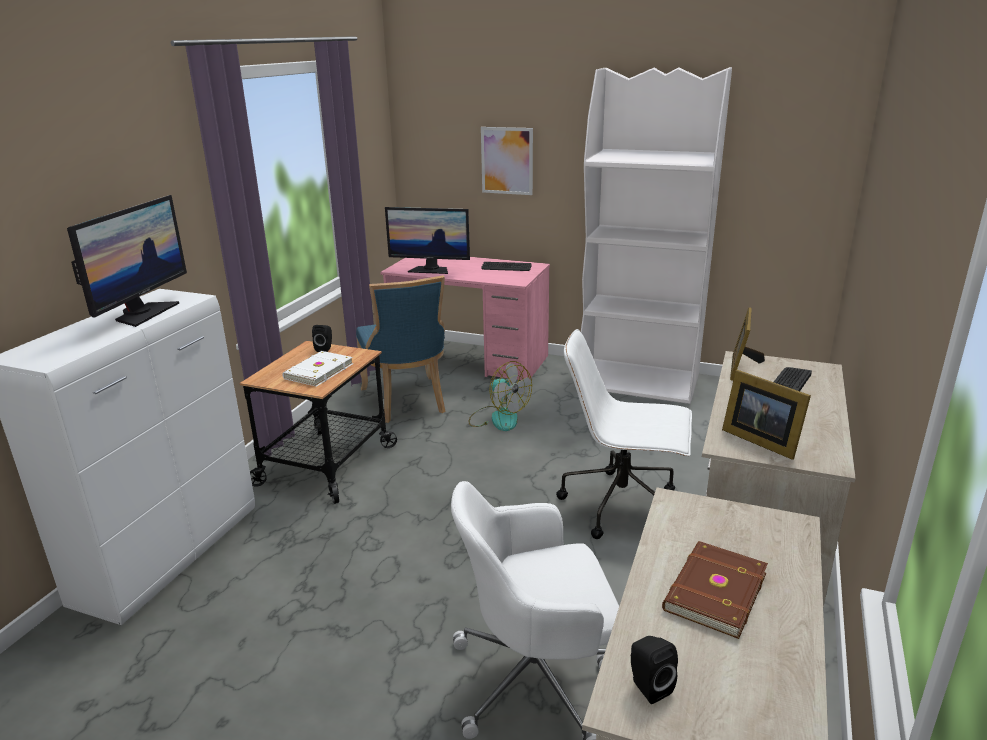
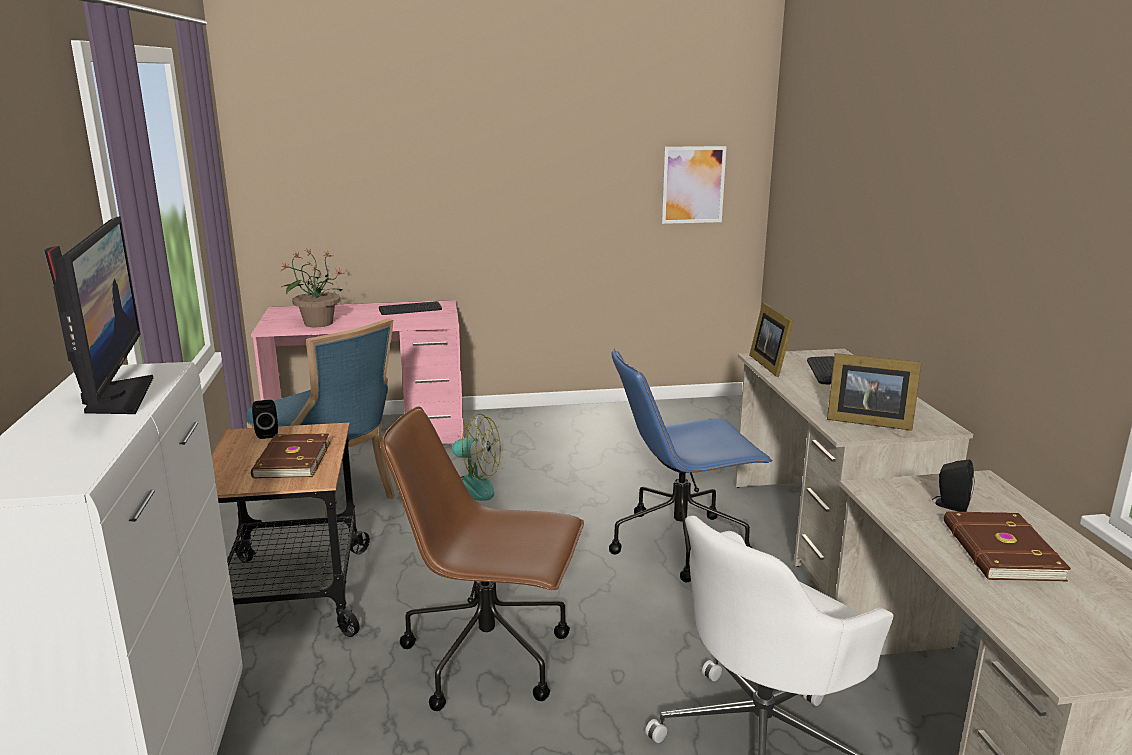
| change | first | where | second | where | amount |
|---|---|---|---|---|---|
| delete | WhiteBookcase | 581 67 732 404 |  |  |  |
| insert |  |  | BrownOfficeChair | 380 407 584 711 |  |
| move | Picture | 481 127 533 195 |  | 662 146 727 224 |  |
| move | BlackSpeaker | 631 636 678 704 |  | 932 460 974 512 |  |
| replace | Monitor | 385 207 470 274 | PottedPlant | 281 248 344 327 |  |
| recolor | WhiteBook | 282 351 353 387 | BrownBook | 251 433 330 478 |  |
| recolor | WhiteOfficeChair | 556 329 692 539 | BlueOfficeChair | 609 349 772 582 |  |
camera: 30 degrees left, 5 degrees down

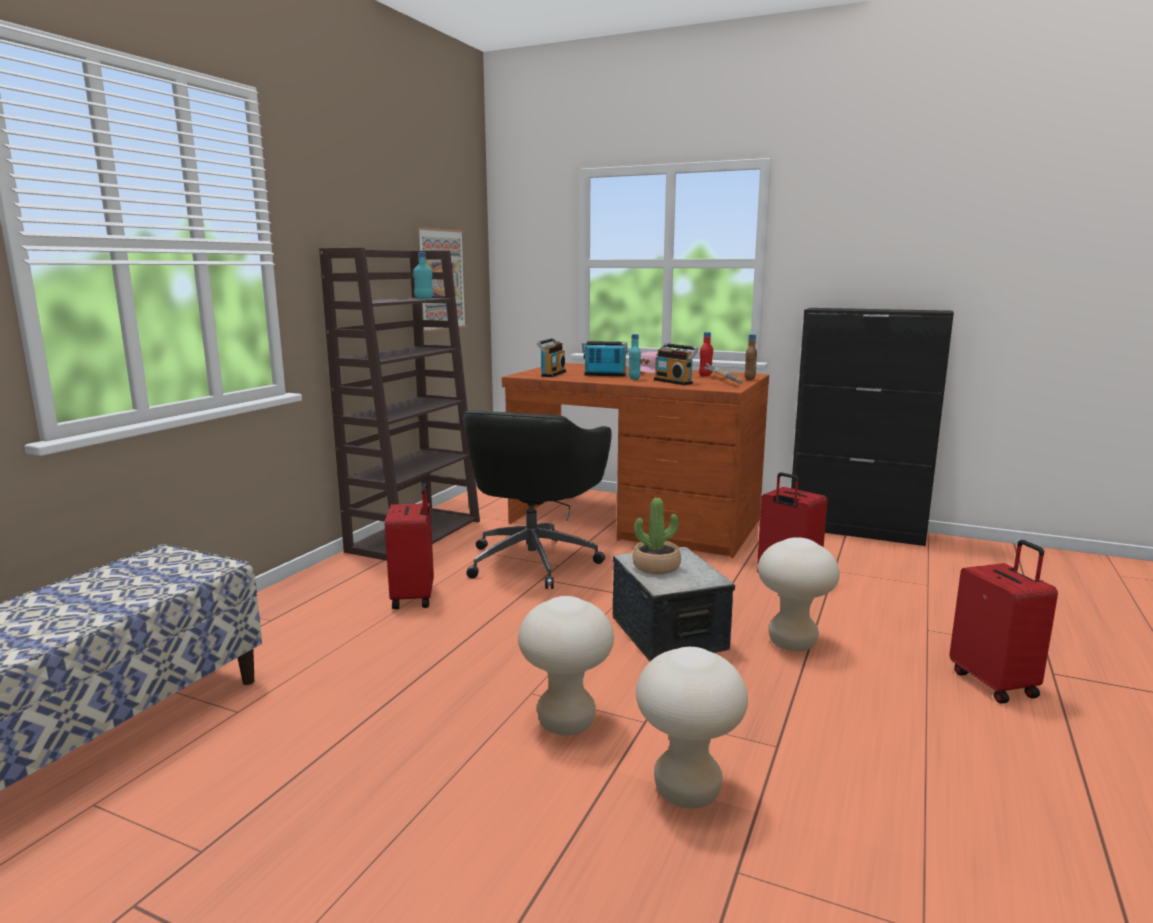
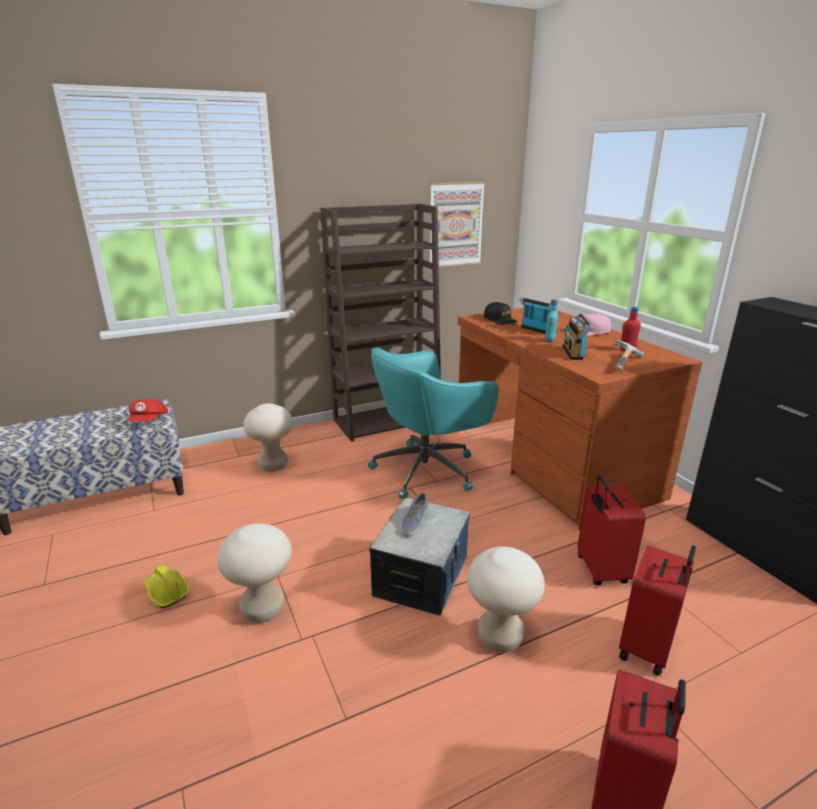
| change | first | where | second | where | amount |
|---|---|---|---|---|---|
| delete | TurquoiseBottle | 413 252 433 299 |  |  |  |
| delete | BrownBottle | 744 334 757 380 |  |  |  |
| insert |  |  | RedCap | 128 399 168 422 |  |
| insert |  |  | YellowHardHat | 143 565 190 608 |  |
| move | RedSuitcase | 385 483 434 609 |  | 619 545 696 676 |  |
| move | BeigeStool | 636 647 748 809 |  | 243 403 293 472 |  |
| replace | Radio | 537 338 566 377 | BlackCap | 484 302 518 325 |  |
| replace | PottedPlant | 633 498 681 574 | Shoe | 400 492 428 537 |  |
| recolor | BlackOfficeChair | 462 410 611 589 | TurquoiseOfficeChair | 368 347 499 500 |  |
camera: 40 degrees right, 10 degrees up

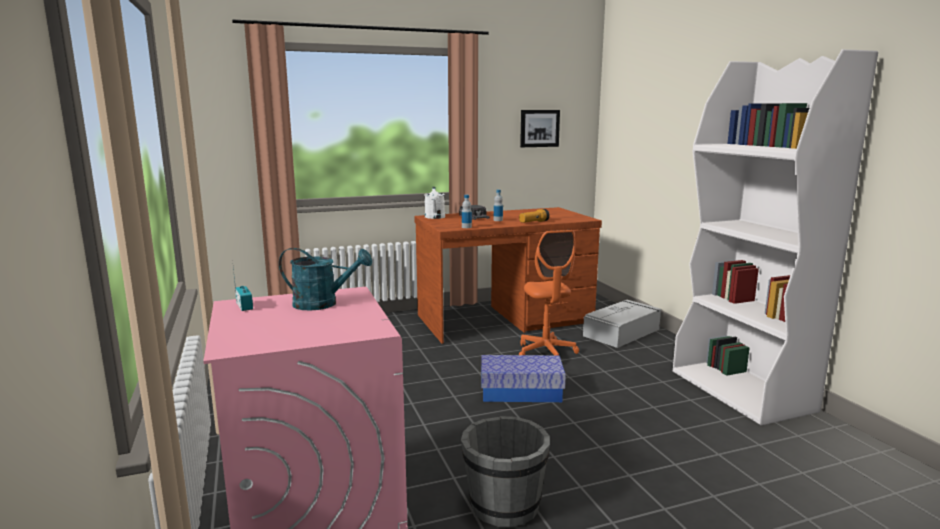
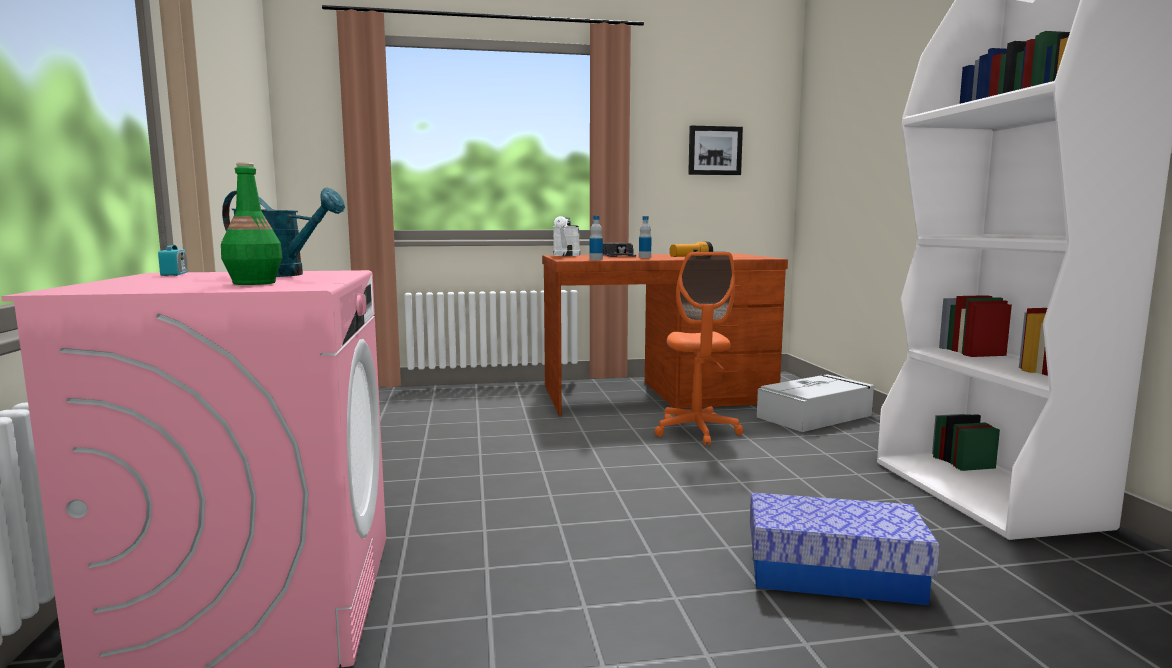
| change | first | where | second | where | amount |
|---|---|---|---|---|---|
| delete | GreyBucket | 461 416 550 527 |  |  |  |
| insert |  |  | GreenBottle | 221 162 283 285 |  |
| move | StorageBox | 481 355 566 402 |  | 750 492 940 605 |  |
camera: 10 degrees right, 5 degrees down

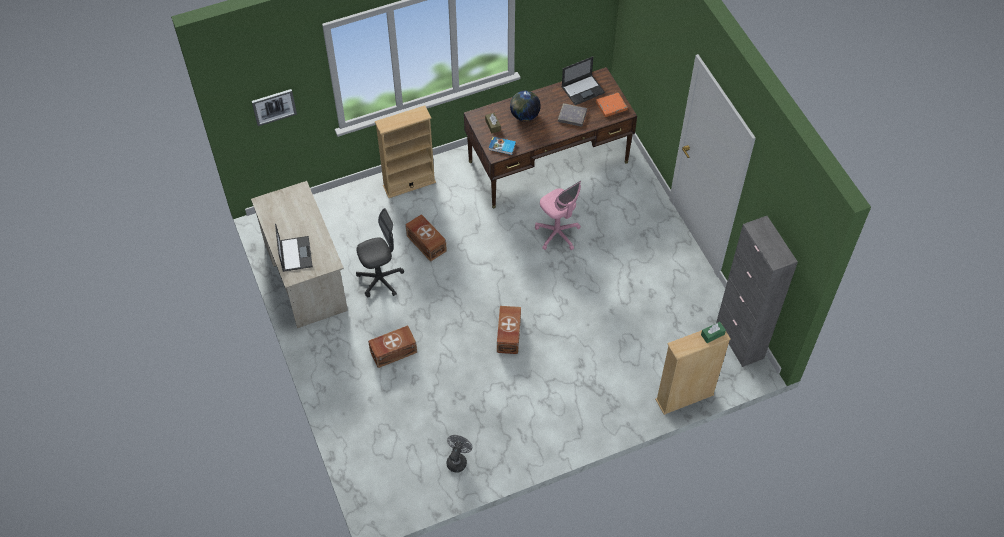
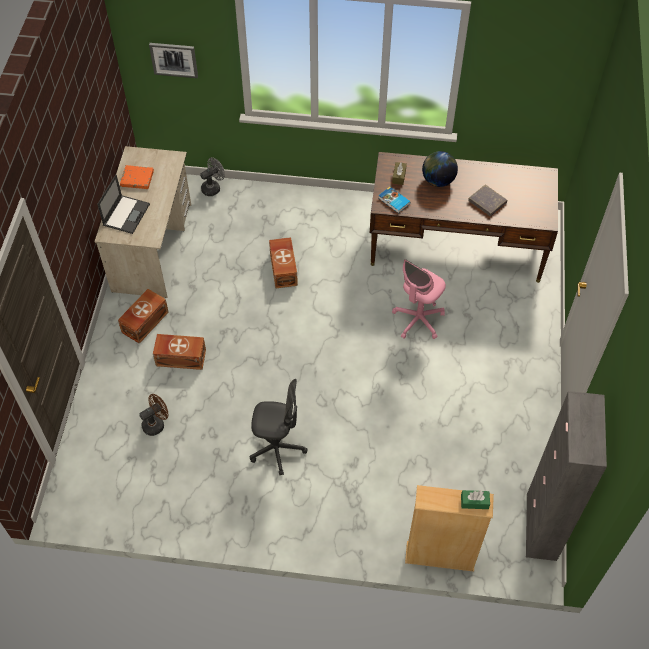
| change | first | where | second | where | amount |
|---|---|---|---|---|---|
| delete | BeigeBookcase | 375 105 436 198 |  |  |  |
| delete | Laptop | 562 56 605 105 |  |  |  |
| insert |  |  | BrownFan | 139 394 168 436 |  |
| move | GreyOfficeChair | 356 208 404 297 |  | 250 379 308 475 |  |
| move | GreyFan | 446 435 472 473 |  | 200 157 225 196 |  |
| move | BrownStorageBox | 497 306 521 354 |  | 118 289 169 344 |  |
| move | OrangeBook | 596 93 628 117 |  | 120 165 154 189 |  |
| rotate | PinkOfficeChair | 535 181 581 250 |  | 392 259 446 339 | 45 degrees clockwise |
camera: 30 degrees right, 0 degrees up

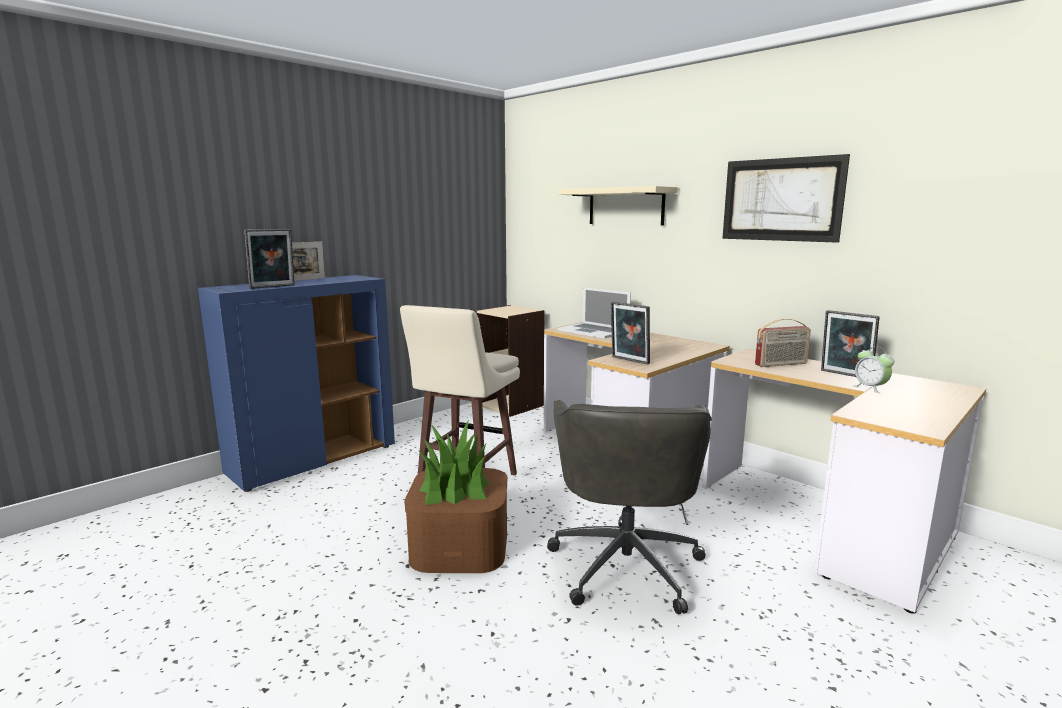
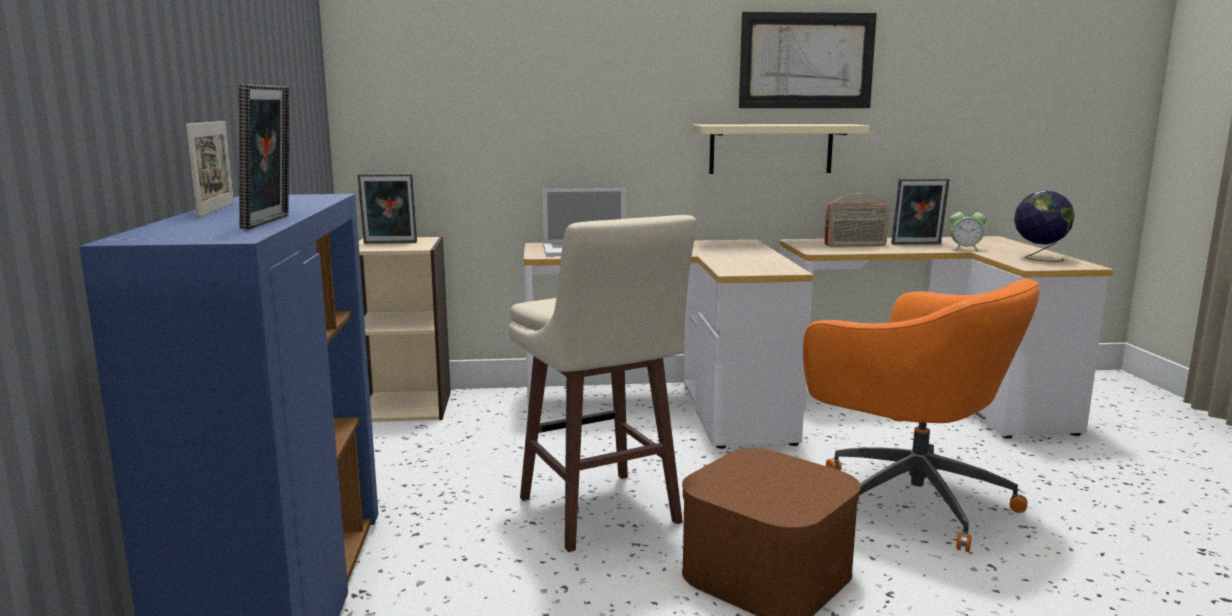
| change | first | where | second | where | amount |
|---|---|---|---|---|---|
| delete | PottedPlant | 419 420 489 505 |  |  |  |
| insert |  |  | Globe | 1014 190 1075 262 |  |
| move | BeigeShelf | 558 186 678 225 |  | 692 124 870 174 |  |
| move | PictureFrame | 611 302 650 364 |  | 358 174 417 244 |  |
| recolor | GreyOfficeChair | 547 400 712 614 | OrangeOfficeChair | 803 278 1040 552 |  |
| rotate | Radio | 755 319 811 367 |  | 824 194 889 247 | 60 degrees clockwise |
camera: 50 degrees left, 0 degrees up

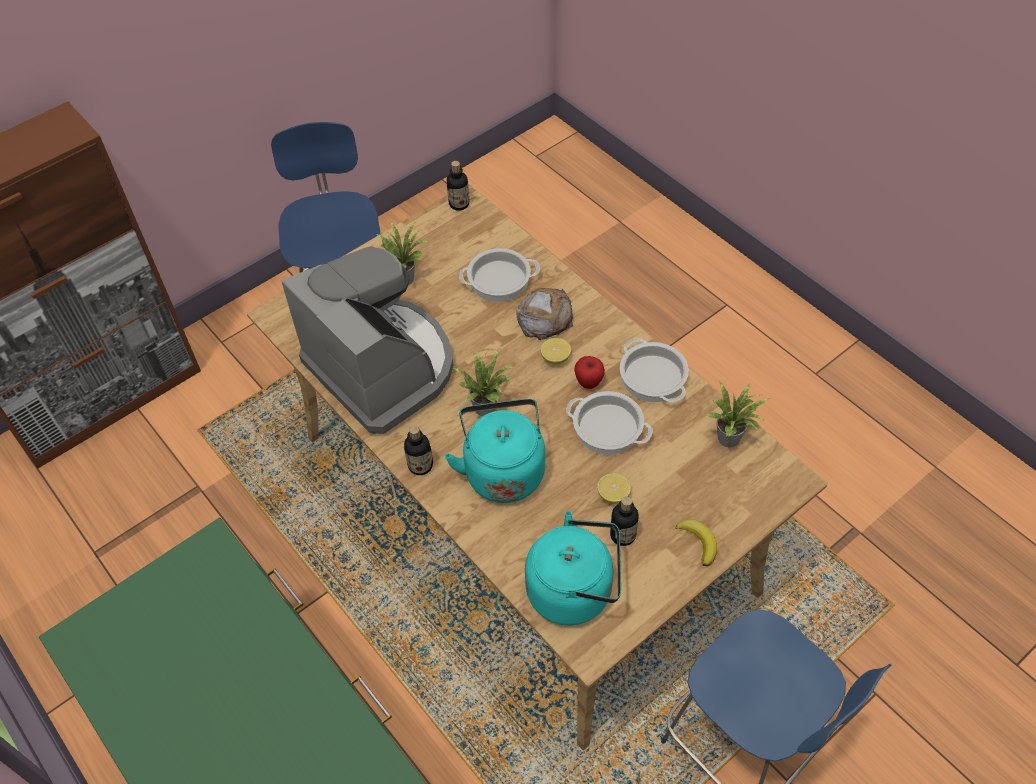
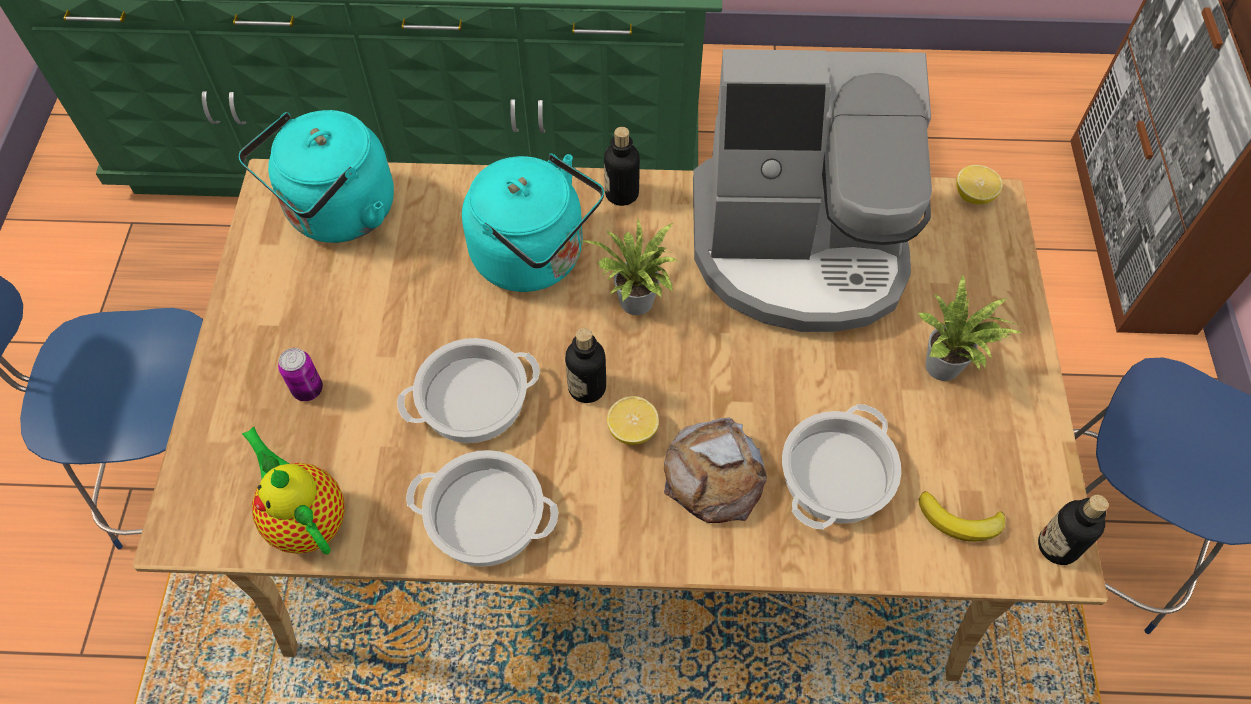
| change | first | where | second | where | amount |
|---|---|---|---|---|---|
| delete | Apple | 574 356 605 389 |  |  |  |
| insert |  |  | Can | 278 348 323 401 |  |
| move | Lemon | 597 473 631 504 |  | 956 165 1003 204 |  |
| move | Bottle | 610 496 639 546 |  | 565 328 606 403 |  |
| move | Banana | 675 519 717 566 |  | 918 491 1005 542 |  |
| replace | PottedPlant | 707 382 771 447 | Teapot | 242 427 345 555 |  |
camera: 130 degrees right, 5 degrees up

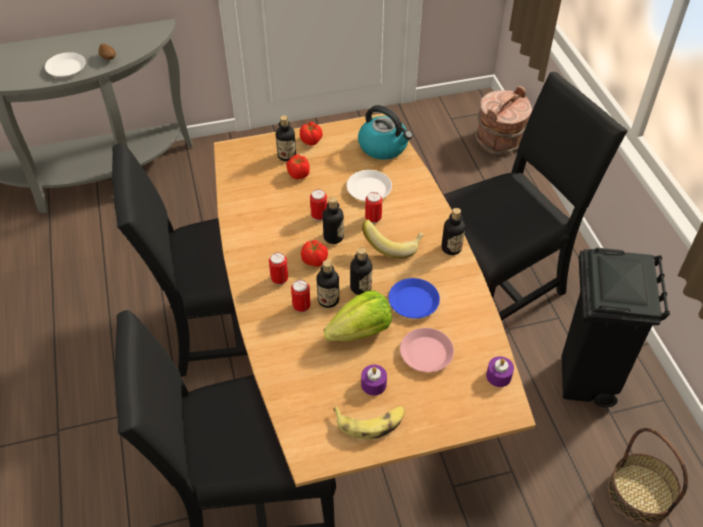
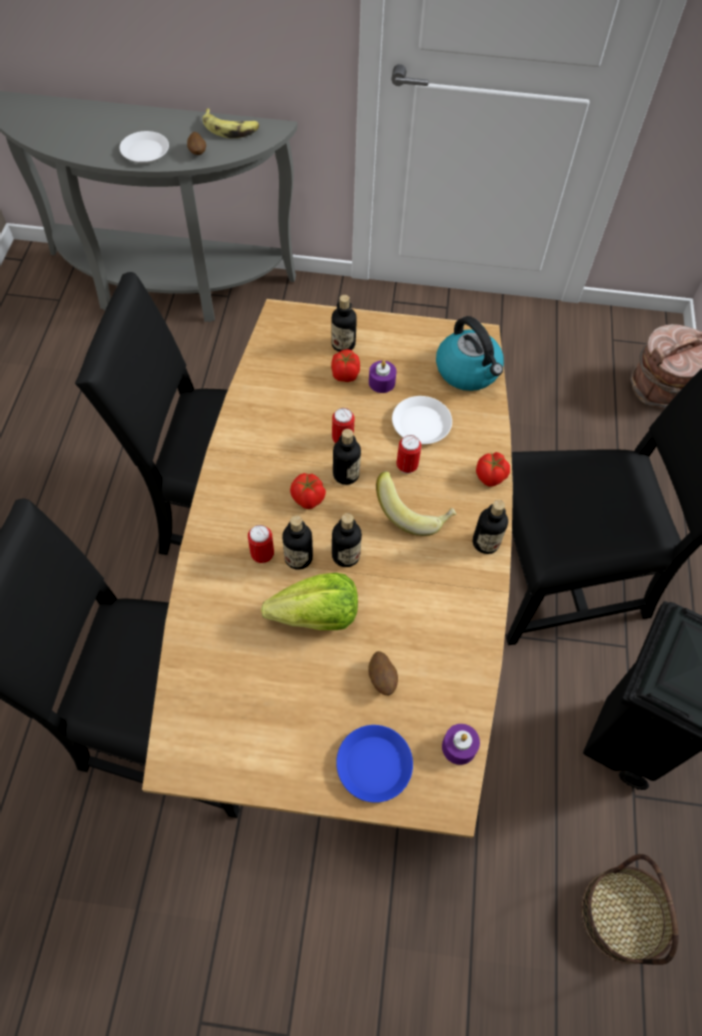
| change | first | where | second | where | amount |
|---|---|---|---|---|---|
| delete | Can | 269 253 288 285 |  |  |  |
| move | Tomato | 300 122 323 146 |  | 476 452 510 487 |  |
| move | Banana | 333 406 405 439 |  | 202 108 259 139 |  |
| move | PurpleCandle | 361 365 387 396 |  | 369 360 396 393 |  |
| move | BluePlate | 388 278 440 319 |  | 336 725 413 803 |  |
| replace | PinkPlate | 400 328 454 373 | Potato | 368 651 398 695 |  |
camera: 20 degrees right, 10 degrees up

